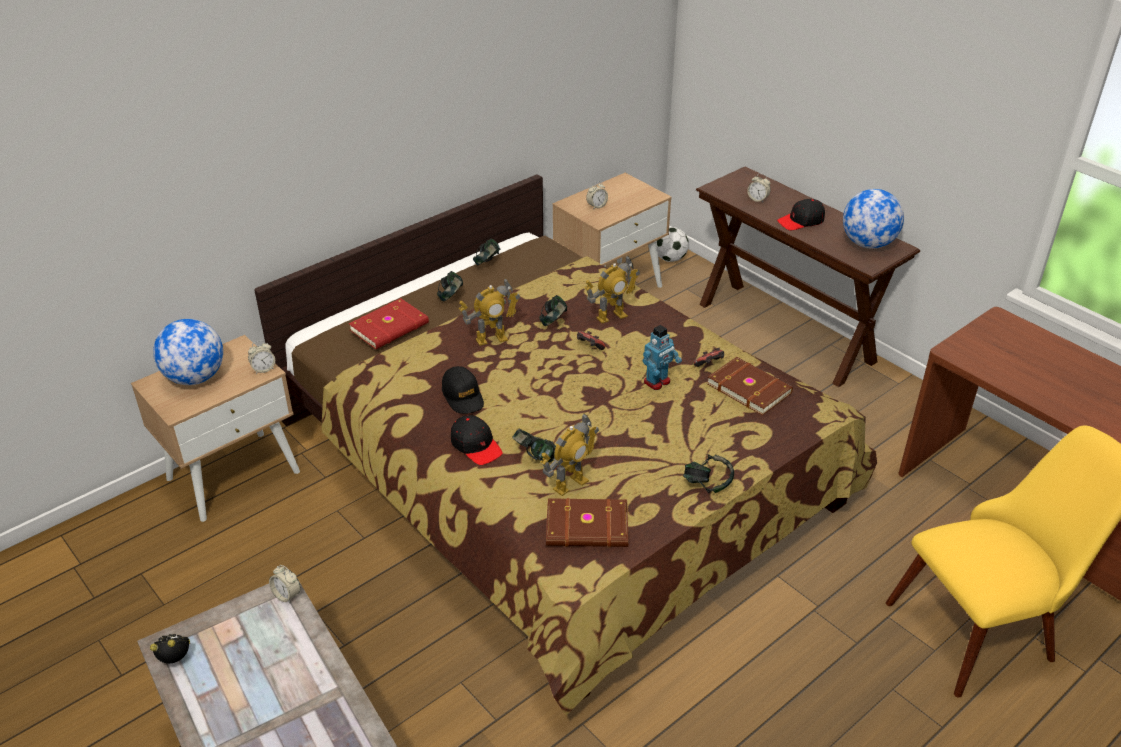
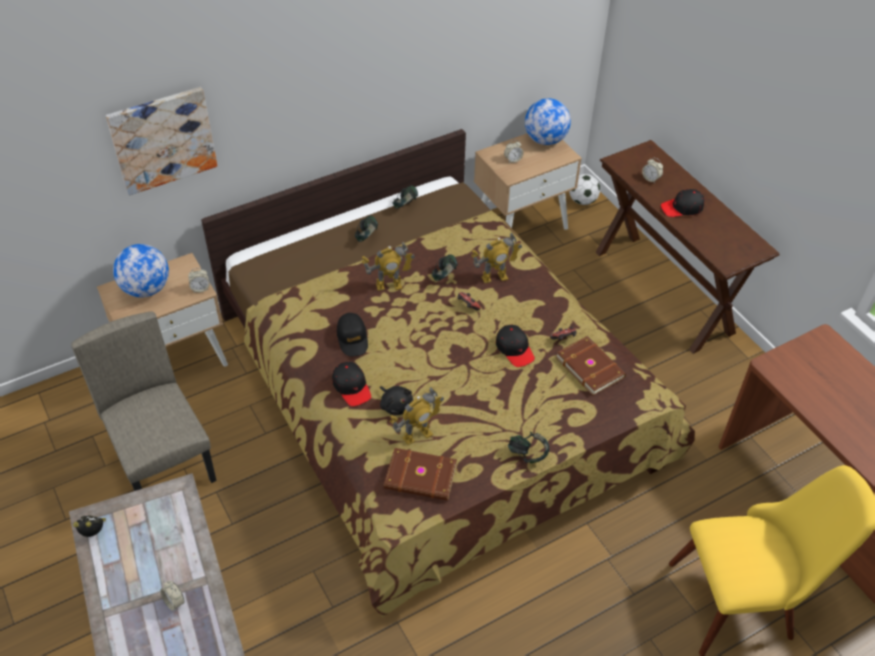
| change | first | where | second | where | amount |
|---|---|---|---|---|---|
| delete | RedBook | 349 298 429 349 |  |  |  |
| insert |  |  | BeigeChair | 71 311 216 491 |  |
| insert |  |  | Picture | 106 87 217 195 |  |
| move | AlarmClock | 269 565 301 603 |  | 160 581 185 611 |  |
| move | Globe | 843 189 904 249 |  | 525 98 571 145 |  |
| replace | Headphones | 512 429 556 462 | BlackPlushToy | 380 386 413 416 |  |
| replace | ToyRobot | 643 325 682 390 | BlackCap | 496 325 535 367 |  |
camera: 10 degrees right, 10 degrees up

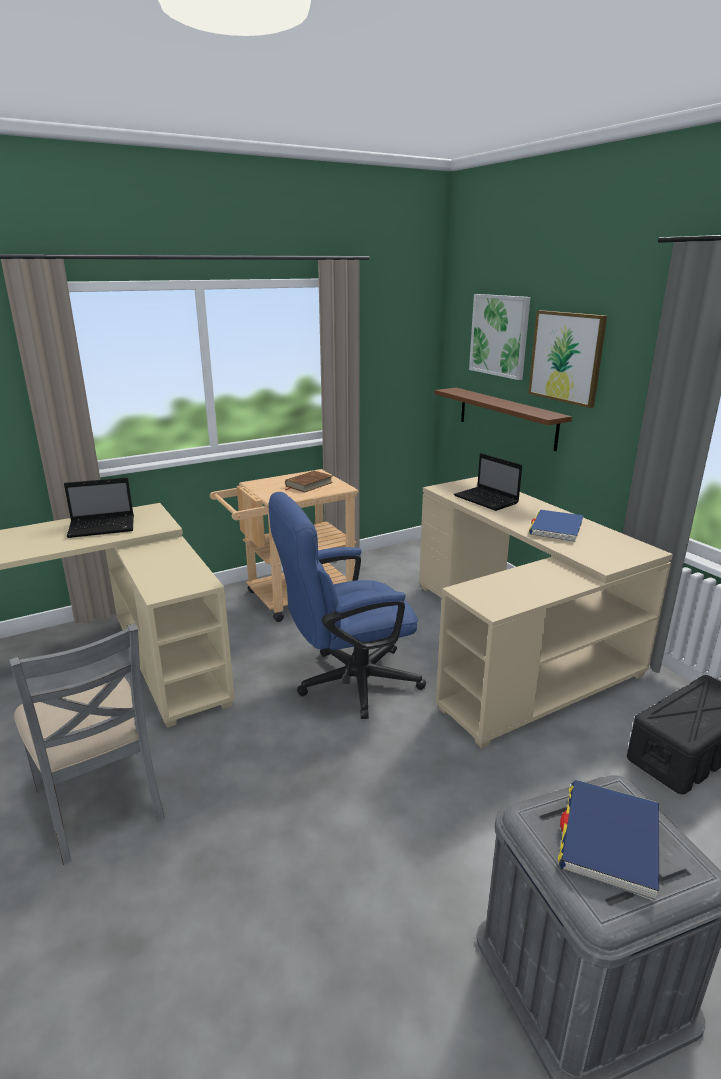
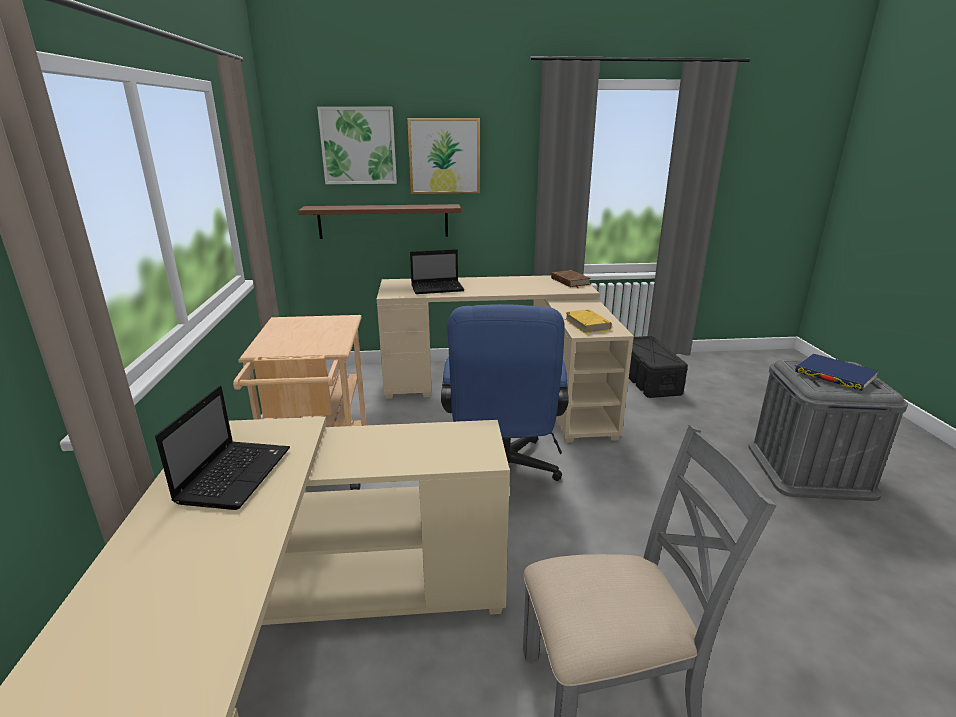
| change | first | where | second | where | amount |
|---|---|---|---|---|---|
| delete | BlueBook | 529 510 584 543 |  |  |  |
| insert |  |  | YellowBook | 565 309 612 333 |  |
| move | BrownBook | 285 471 333 493 |  | 551 270 591 288 |  |
camera: 65 degrees left, 0 degrees up

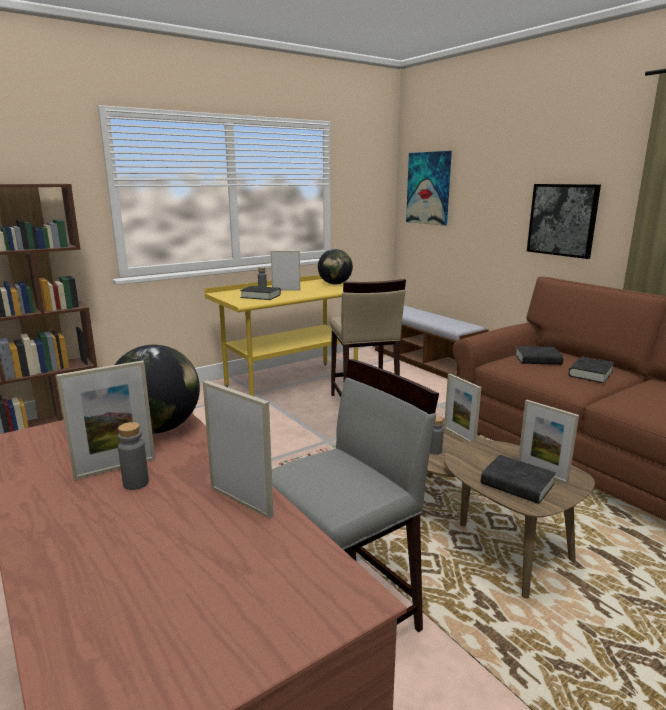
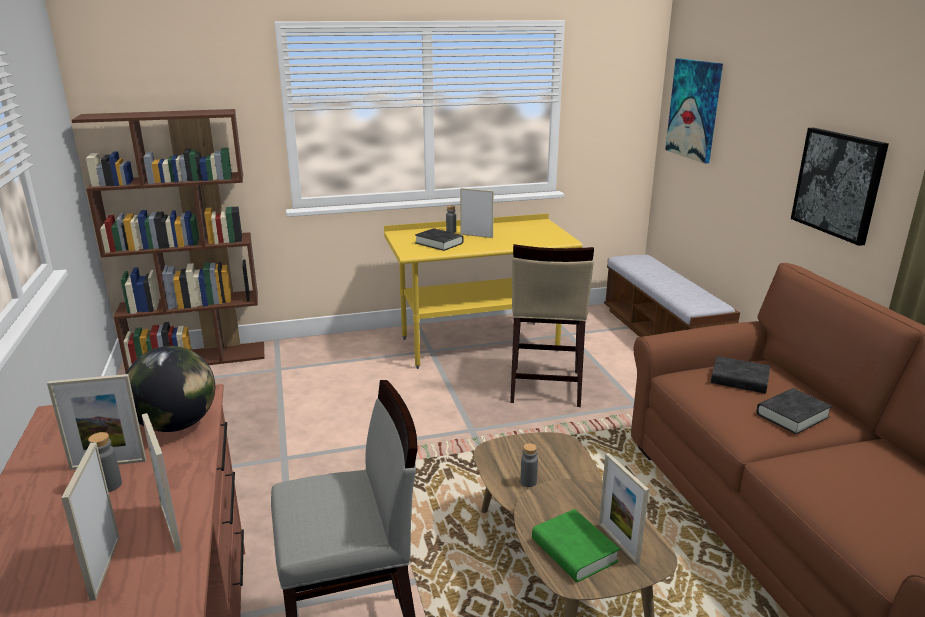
| change | first | where | second | where | amount |
|---|---|---|---|---|---|
| delete | Globe | 318 249 353 284 |  |  |  |
| move | PictureFrame | 444 374 481 441 |  | 61 442 120 601 |  |
| recolor | BlackBook | 481 455 556 504 | GreenBook | 532 509 620 582 |  |
camera: 20 degrees right, 5 degrees up

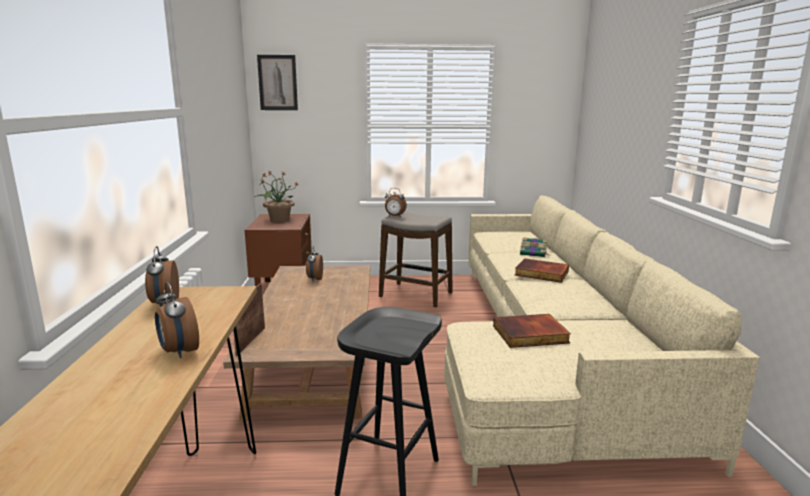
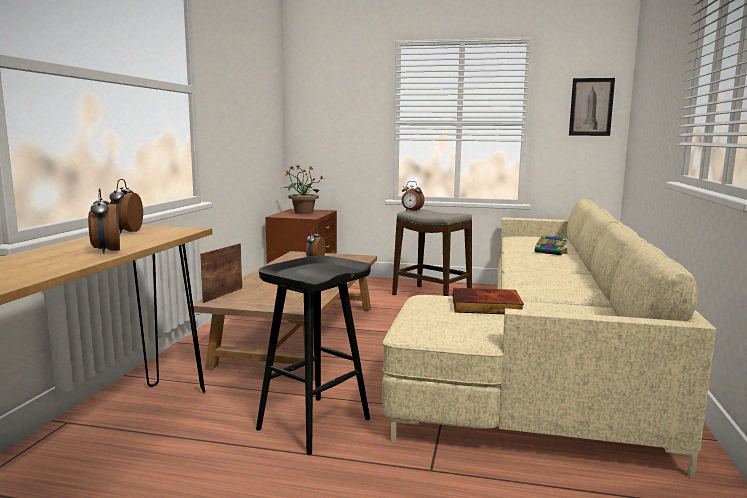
| change | first | where | second | where | amount |
|---|---|---|---|---|---|
| delete | Book | 515 258 569 283 |  |  |  |
| move | Picture | 257 55 298 110 |  | 569 78 615 136 |  |
camera: 15 degrees right, 5 degrees down

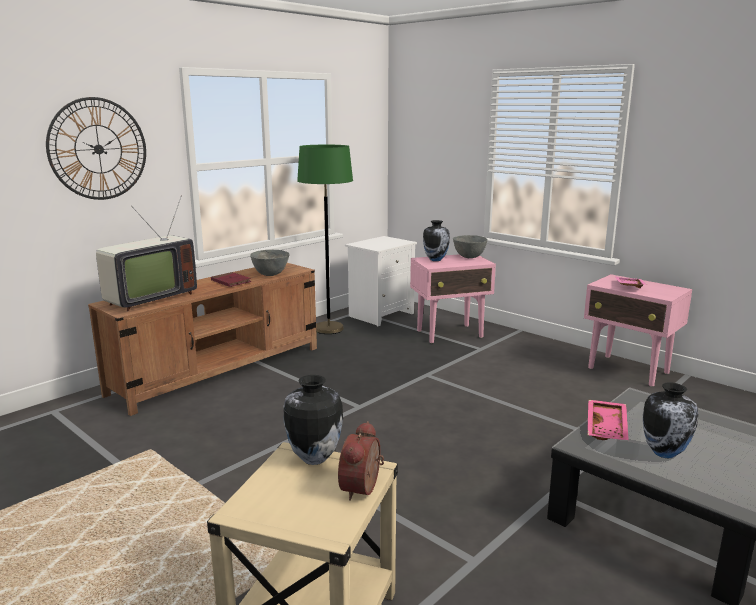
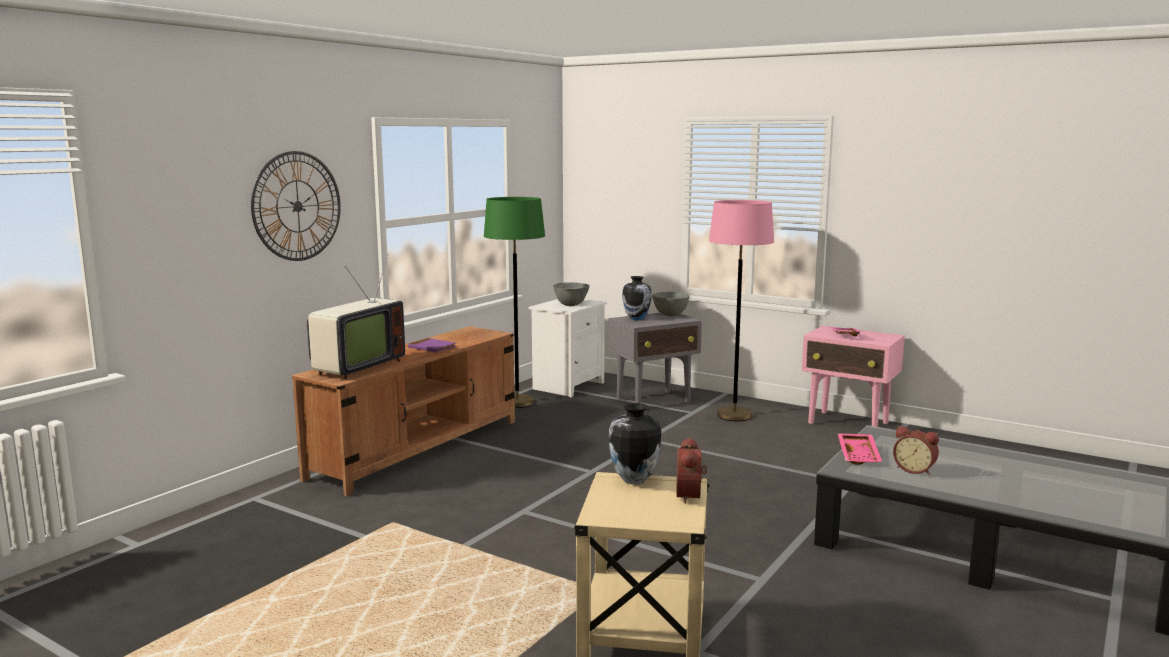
| change | first | where | second | where | amount |
|---|---|---|---|---|---|
| insert |  |  | PinkFloorLamp | 709 200 774 421 |  |
| move | GreyBowl | 250 250 290 276 |  | 553 282 590 306 |  |
| replace | Vase | 643 382 699 458 | AlarmClock | 893 426 939 475 |  |
| recolor | RedBook | 211 272 252 287 | PurpleBook | 408 338 456 353 |  |
| recolor | PinkSideTable | 410 254 496 343 | GreySideTable | 608 313 702 403 |  |
camera: 10 degrees left, 5 degrees down

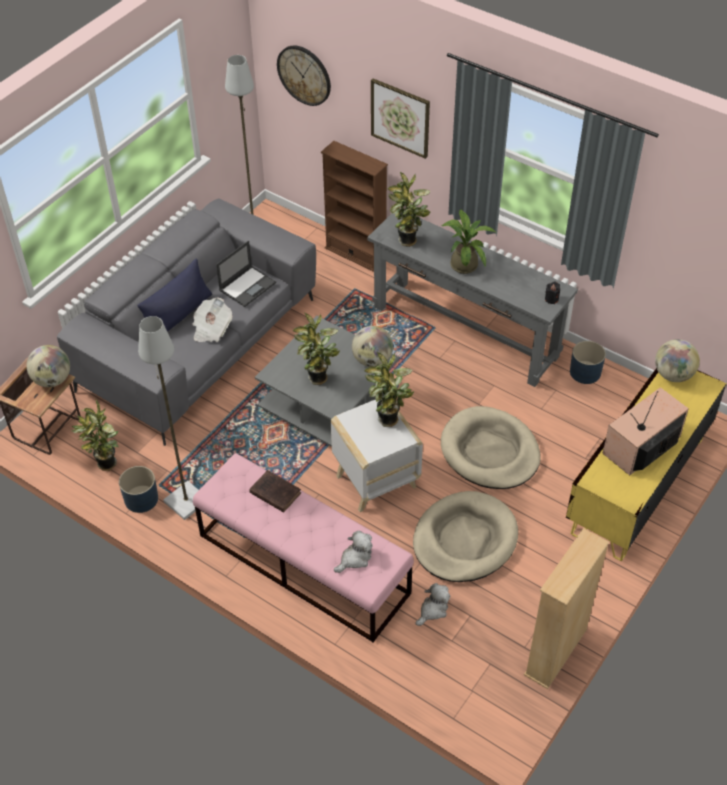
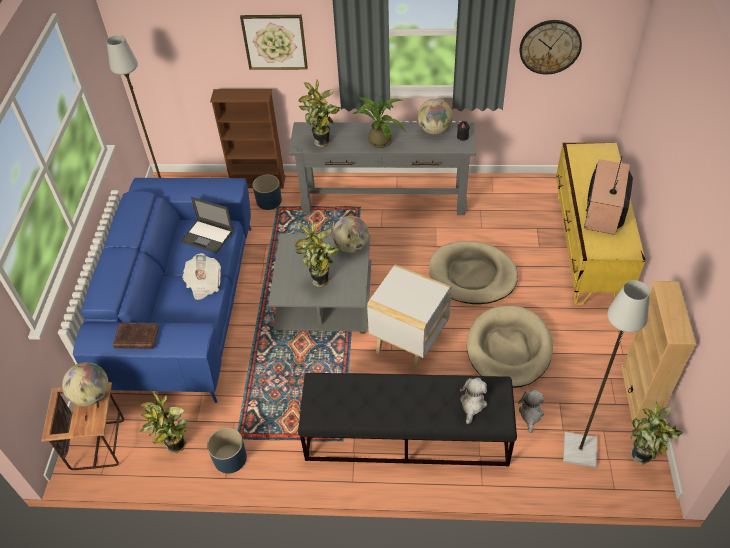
| change | first | where | second | where | amount |
|---|---|---|---|---|---|
| delete | BluePillow | 137 258 212 332 |  |  |  |
| move | GreyFloorLamp | 138 316 199 520 |  | 563 280 650 468 |  |
| move | BrownBook | 249 470 301 513 |  | 113 323 159 349 |  |
| move | WallClock | 277 45 331 106 |  | 520 20 582 75 |  |
| move | PottedPlant | 364 352 414 427 |  | 630 401 683 465 |  |
| move | BluePlanter | 570 341 606 384 |  | 253 175 282 210 |  |
| move | Globe | 655 339 700 382 |  | 418 99 453 134 |  |
| recolor | GreySofa | 57 198 316 446 | BlueSofa | 73 178 251 403 |  |
| recolor | PinkBench | 193 453 414 642 | BlackBench | 298 373 517 466 |  |
| rotate | Laptop | 216 241 276 307 |  | 181 197 234 254 | 105 degrees clockwise |
camera: 30 degrees left, 0 degrees up

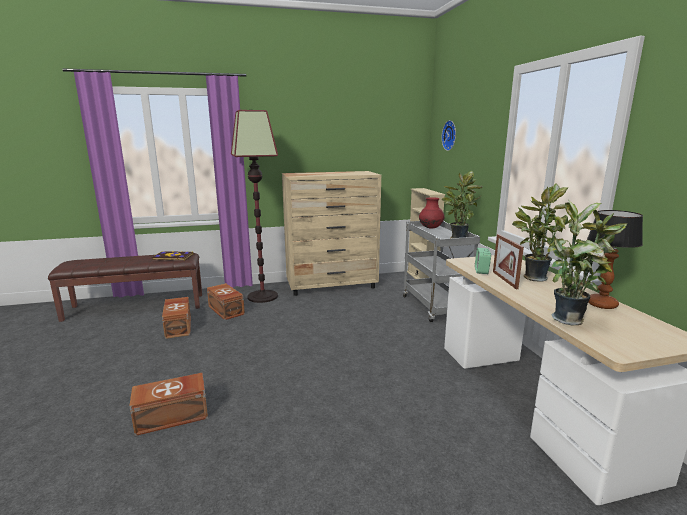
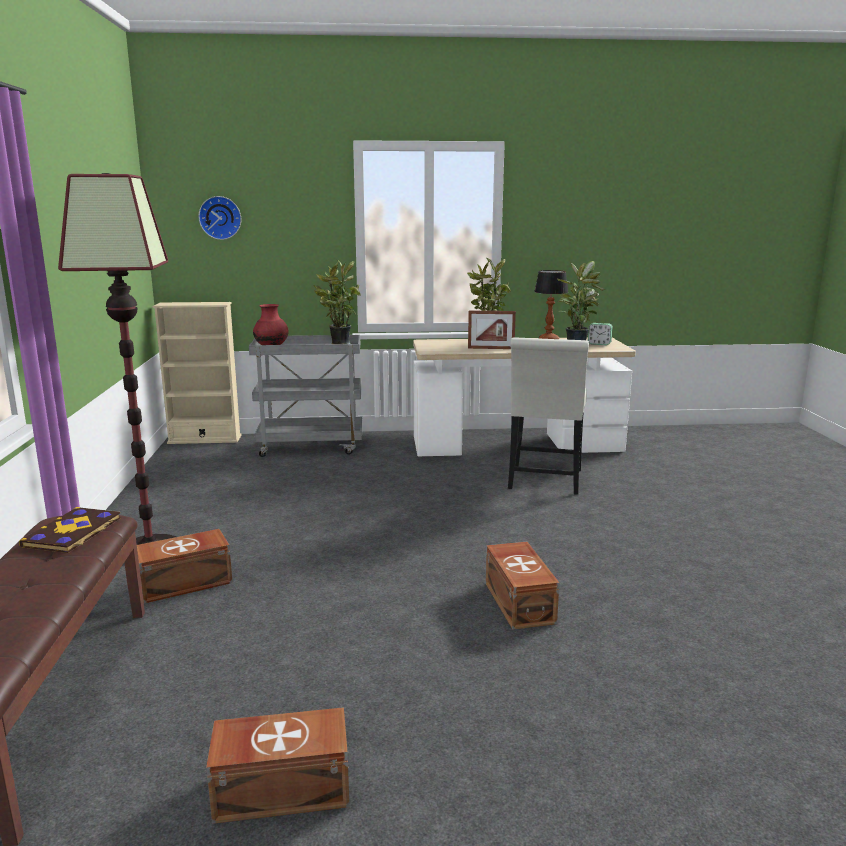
| change | first | where | second | where | amount |
|---|---|---|---|---|---|
| delete | BeigeDresser | 282 171 381 296 |  |  |  |
| insert |  |  | WhiteChair | 508 337 589 495 |  |
| move | BrownStorageBox | 162 297 191 339 |  | 206 707 349 824 |  |
| move | AlarmClock | 475 248 491 274 |  | 588 323 613 345 |  |
camera: 80 degrees left, 0 degrees up

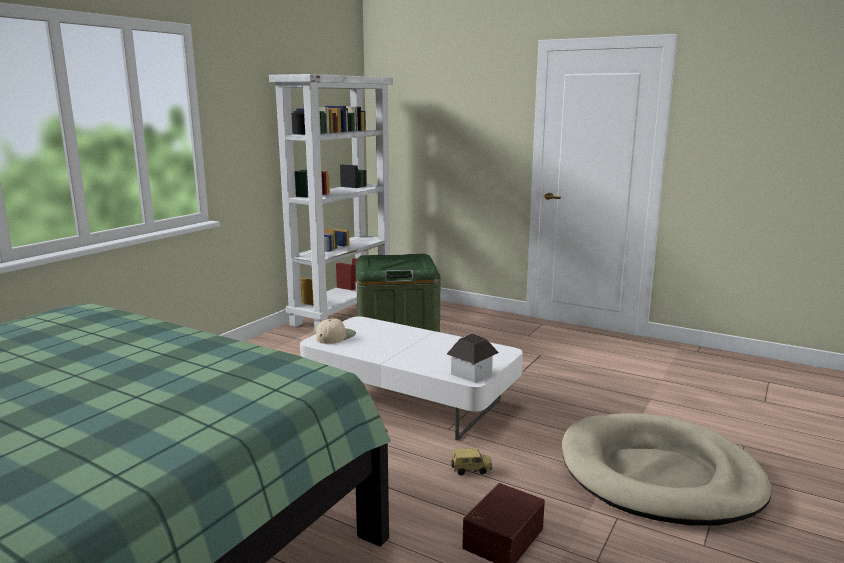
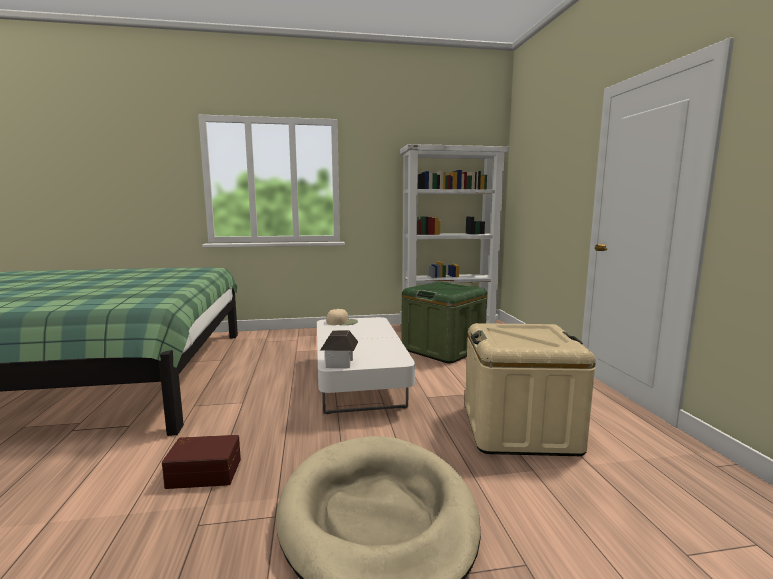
| change | first | where | second | where | amount |
|---|---|---|---|---|---|
| delete | ToyCar | 451 448 492 476 |  |  |  |
| insert |  |  | BeigeStorageBox | 465 323 596 456 |  |
camera: 50 degrees right, 5 degrees down

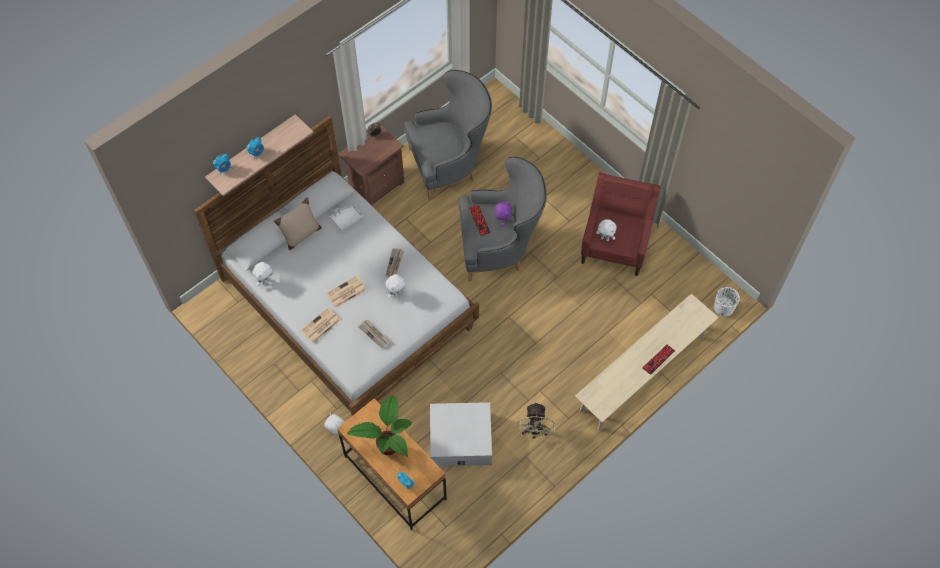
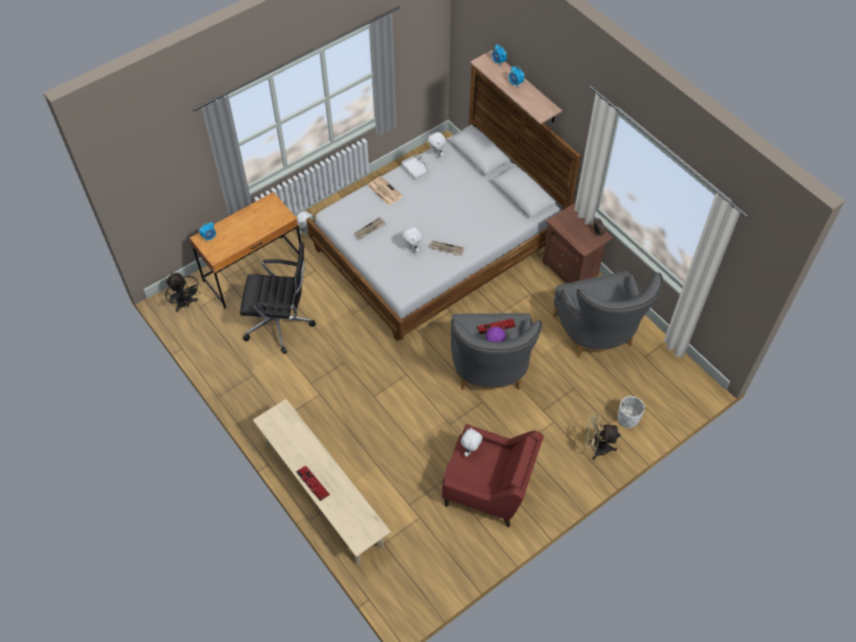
| change | first | where | second | where | amount |
|---|---|---|---|---|---|
| delete | BeigePillow | 274 197 322 250 |  |  |  |
| delete | Newspaper | 326 276 367 308 |  |  |  |
| delete | PottedPlant | 347 396 412 457 |  |  |  |
| insert |  |  | BlackFan | 166 273 201 312 |  |
| move | WhiteTray | 330 205 363 231 |  | 401 154 428 180 |  |
| move | BeigeFan | 517 402 555 439 |  | 585 412 621 459 |  |
| move | WhitePlanter | 714 287 740 316 |  | 617 396 645 428 |  |
| replace | WhiteStorageBox | 430 402 492 466 | BlackOfficeChair | 240 242 316 354 |  |
camera: 95 degrees right, 5 degrees down

